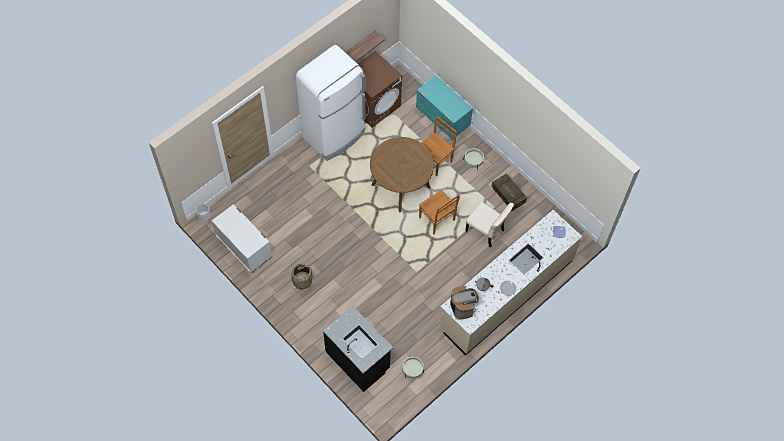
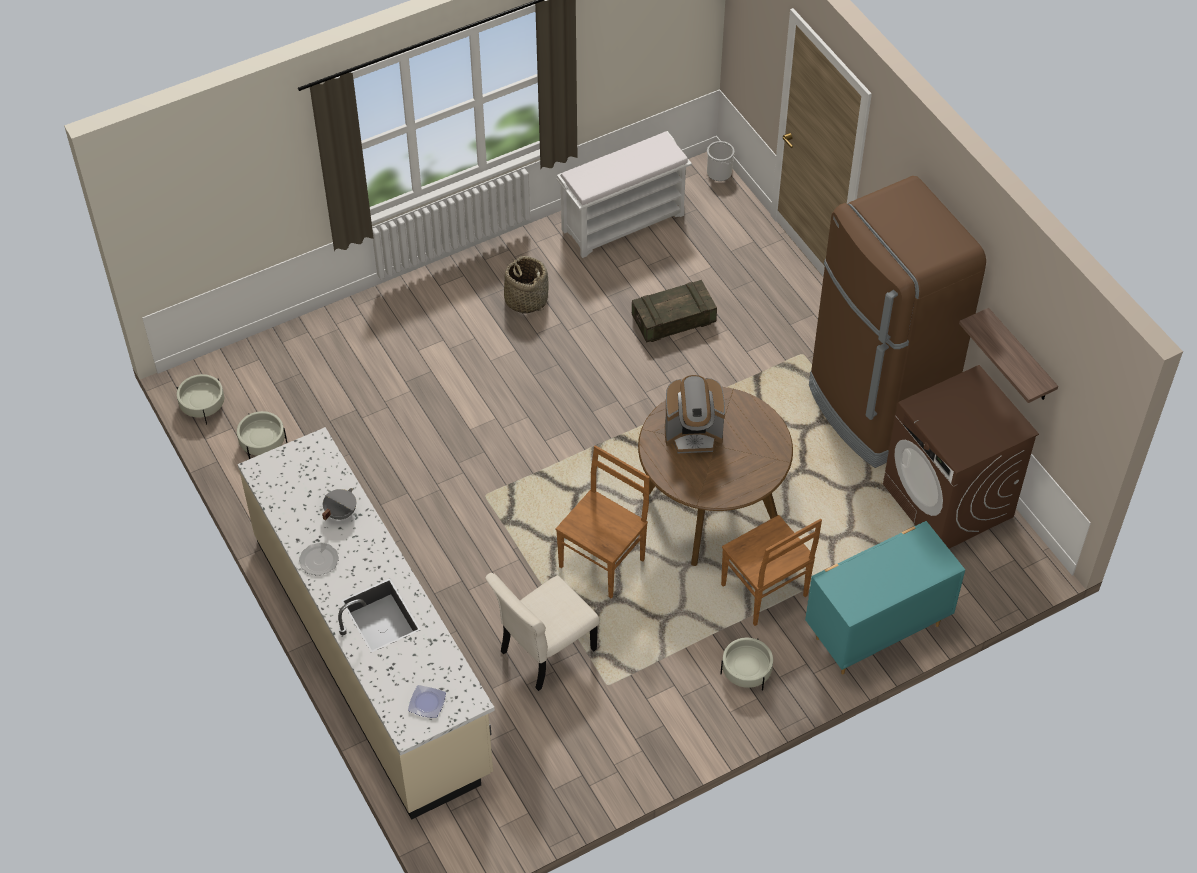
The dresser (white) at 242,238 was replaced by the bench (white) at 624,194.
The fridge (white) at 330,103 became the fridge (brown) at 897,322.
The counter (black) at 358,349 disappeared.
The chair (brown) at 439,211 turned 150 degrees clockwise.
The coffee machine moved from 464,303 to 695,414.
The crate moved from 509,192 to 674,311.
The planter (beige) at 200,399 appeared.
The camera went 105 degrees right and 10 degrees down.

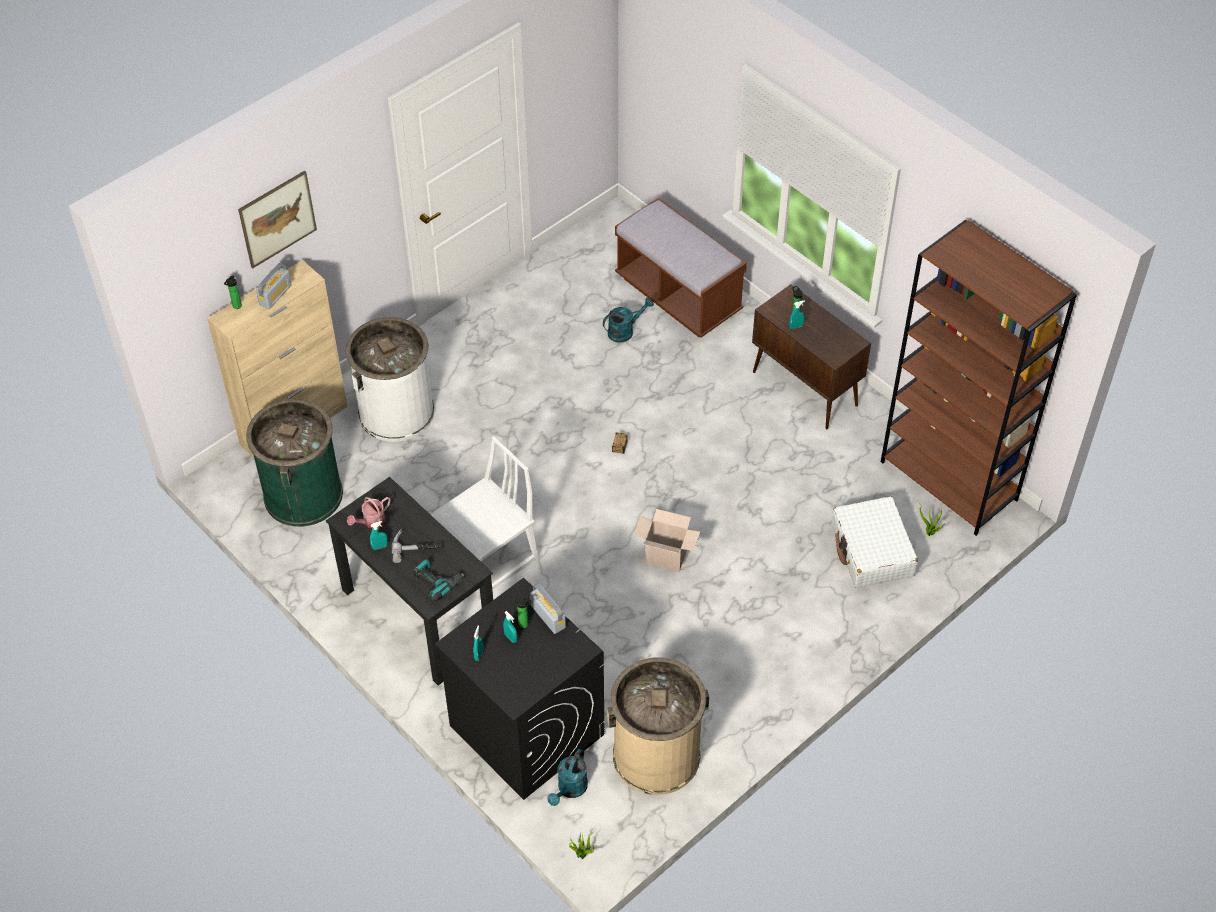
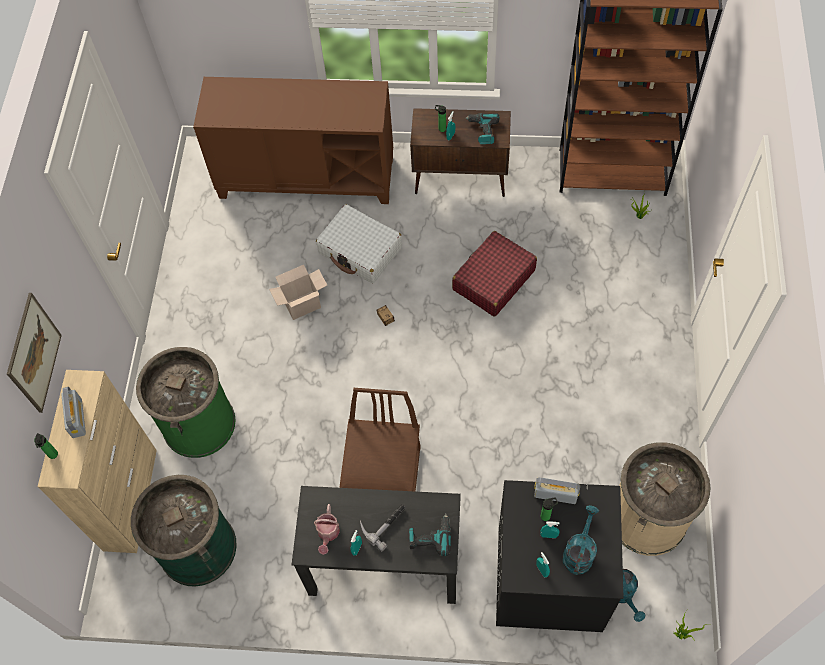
The trash can (white) at 390,379 became the trash can (green) at 186,402.
The chair (white) at 484,518 became the chair (brown) at 380,440.
The watering can (turquoise) moved from 628,320 to 580,540.
The bench (brown) at 681,268 was replaced by the cabinet (brown) at 293,140.
The cardboard box moved from 667,540 to 298,292.
The suitcase (white) moved from 875,542 to 359,243.
The suitcase (red) at 494,274 appeared.
The power drill at 482,128 appeared.
The camera went 40 degrees left and 10 degrees up.

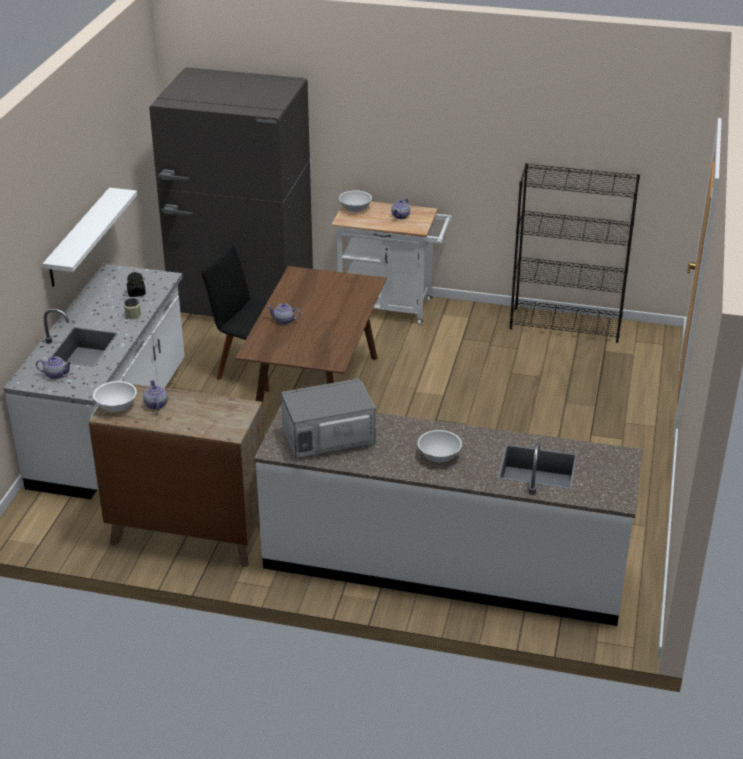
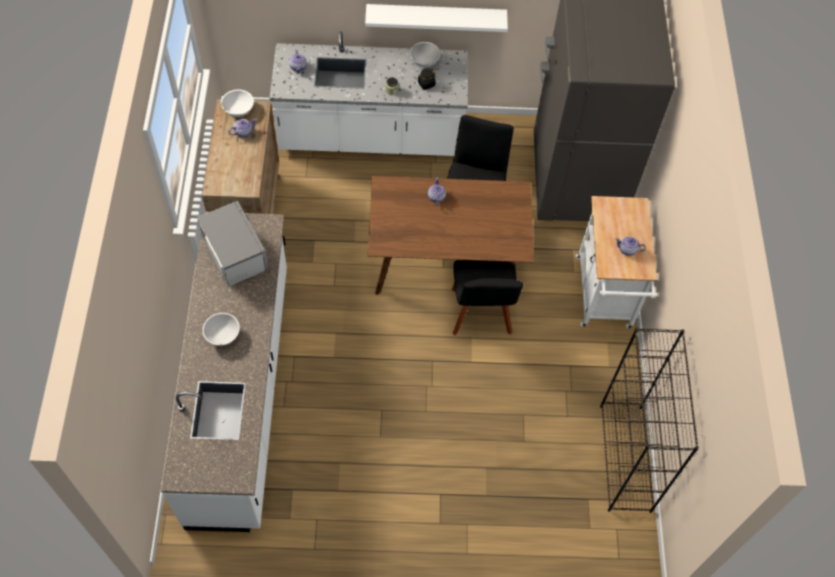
The bowl (white) moved from 355,201 to 425,54.
The chair (black) at 488,297 appeared.
The camera went 75 degrees right and 25 degrees up.

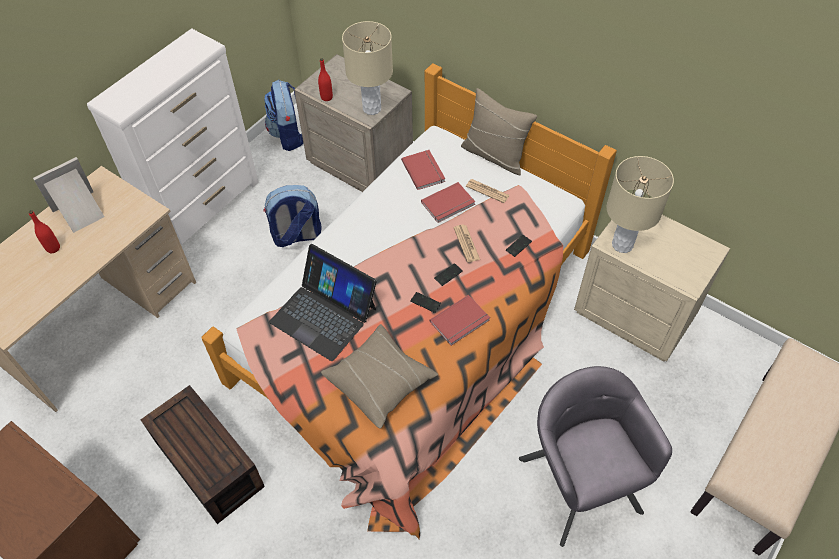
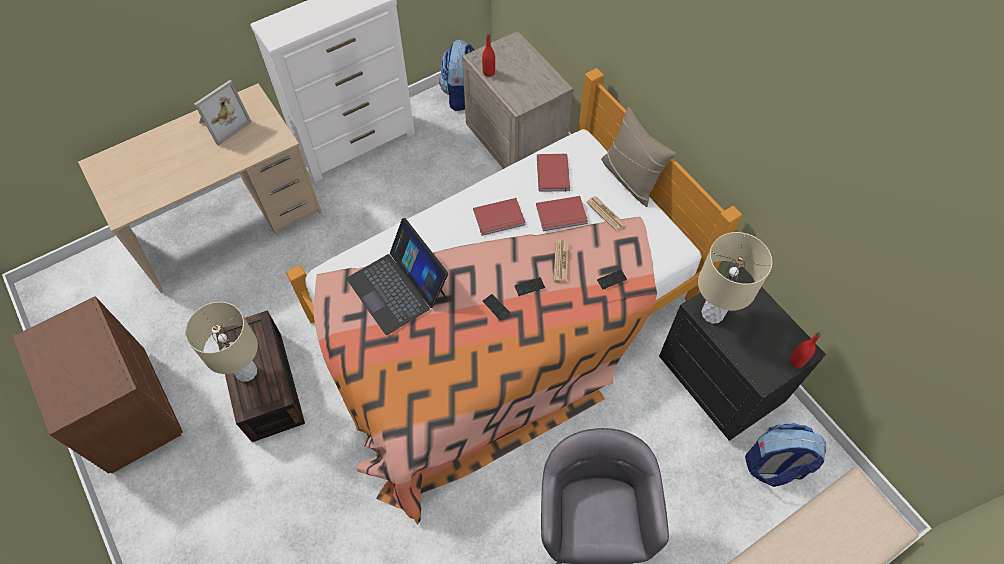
The bottle (red) moved from 44,231 to 805,350.
The picture frame at 69,195 turned 150 degrees clockwise.
The backpack moved from 292,216 to 785,455.
The pillow (beige) at 379,376 disappeared.
The table lamp (beige) moved from 367,68 to 221,342.
The book (red) moved from 460,320 to 499,217.
The nightstand (beige) at 652,288 became the nightstand (black) at 742,354.
The camera went 20 degrees right and 5 degrees up.

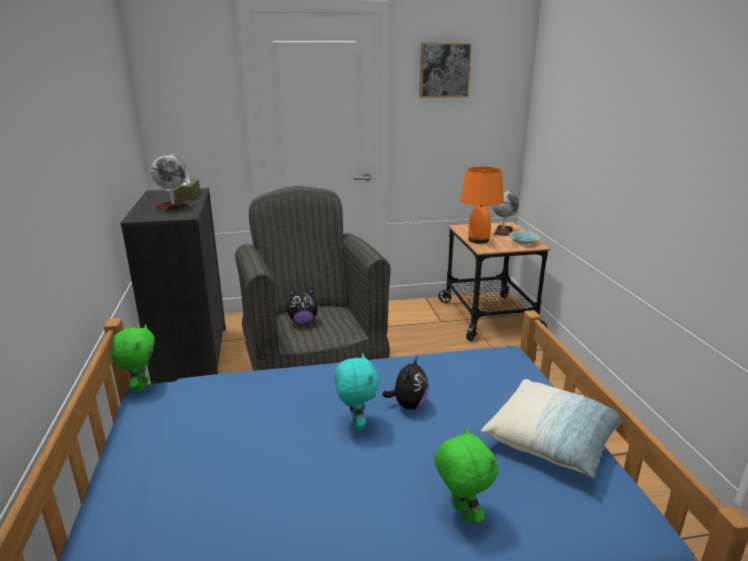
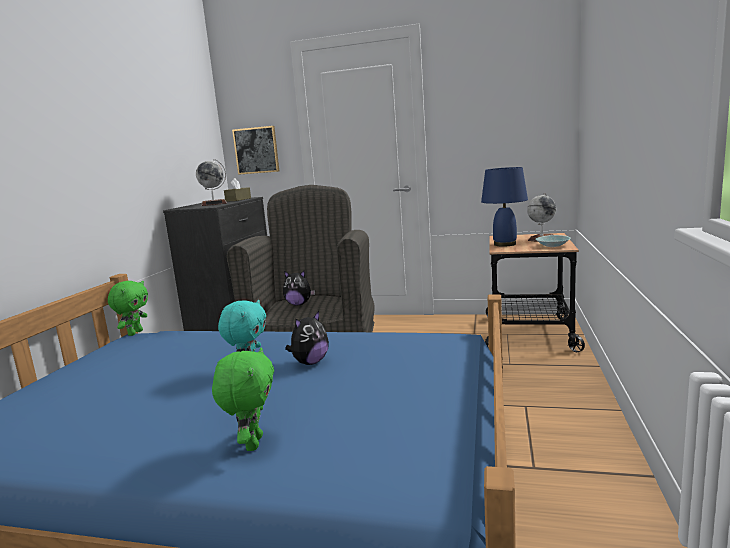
The picture moved from 446,70 to 255,150.
The table lamp (orange) at 482,205 became the table lamp (blue) at 504,207.
The pillow at 551,428 disappeared.
The camera went 25 degrees right and 10 degrees down.

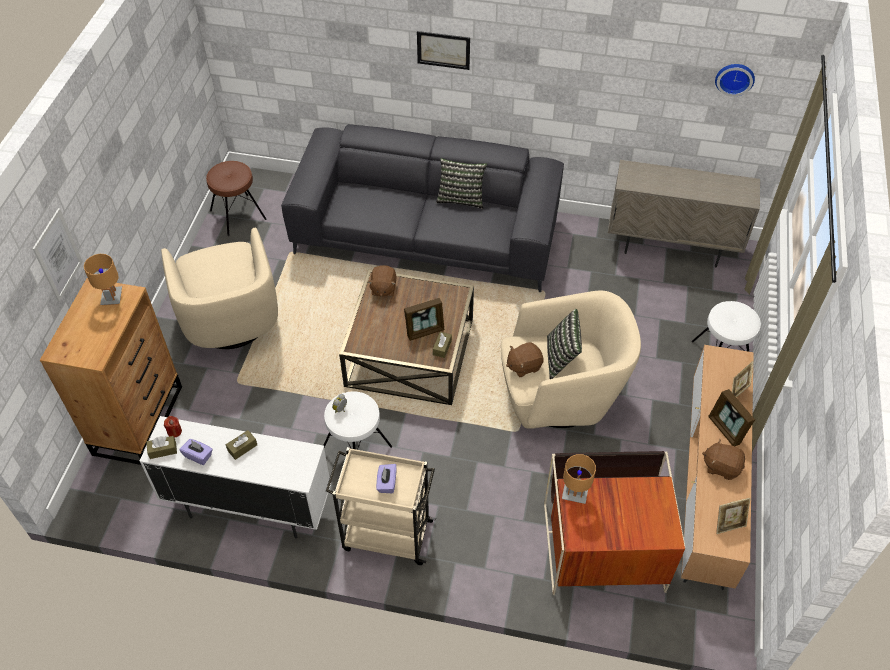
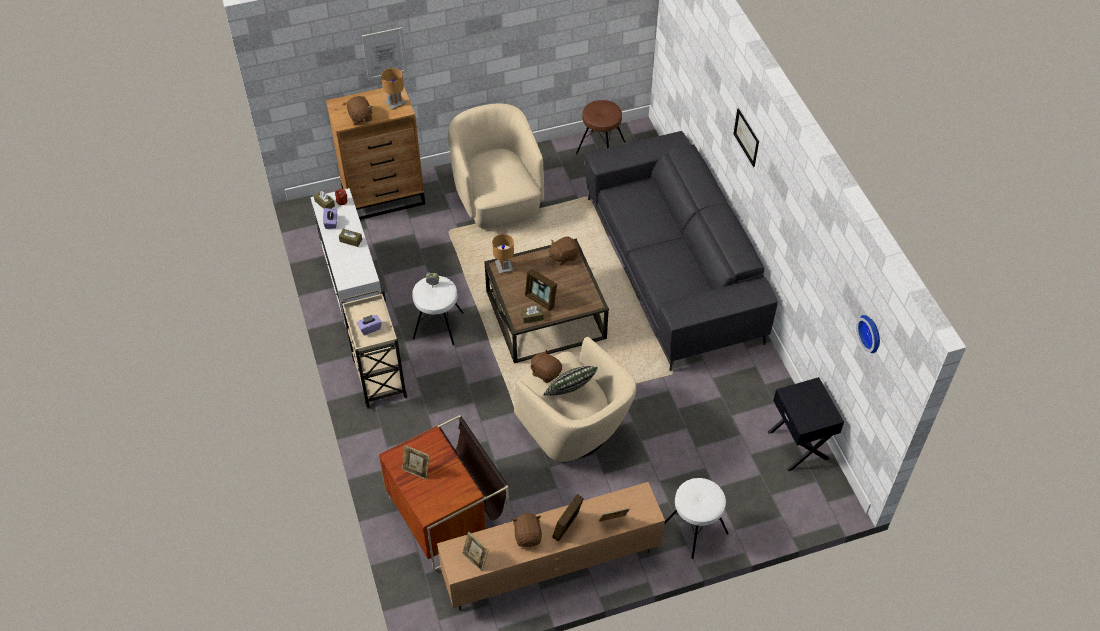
The armchair (beige) at 219,288 turned 120 degrees clockwise.
The pillow at 461,183 disappeared.
The table lamp (brown) moved from 579,479 to 503,254.
The cabinet (beige) at 684,213 was replaced by the nightstand (black) at 806,424.
The plush toy (brown) at 360,110 appeared.
The picture frame at 416,462 appeared.
The camera went 60 degrees right and 0 degrees up.

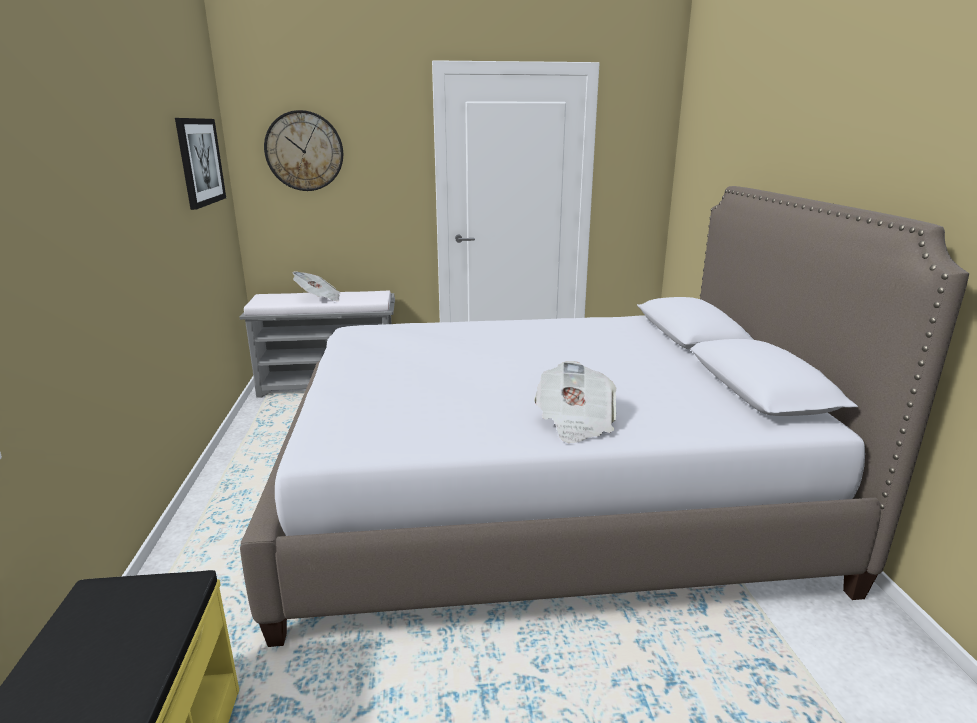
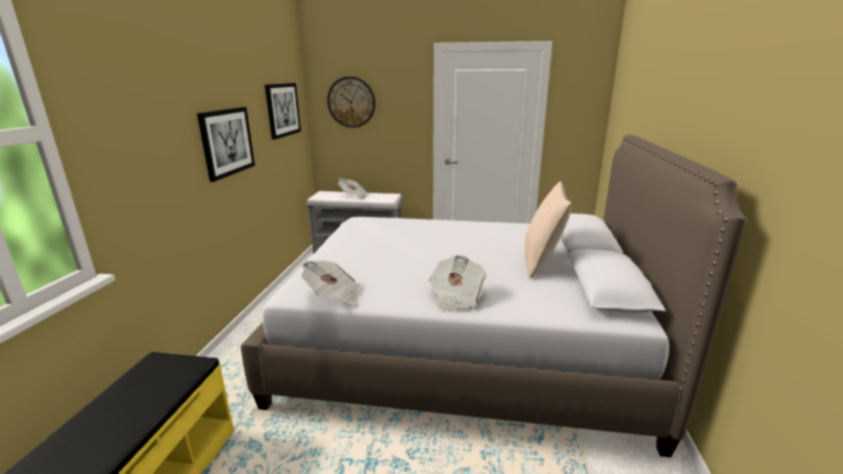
The picture at 226,144 appeared.
The newspaper at 330,282 appeared.
The pillow (beige) at 548,230 appeared.
The camera went 15 degrees right and 0 degrees up.

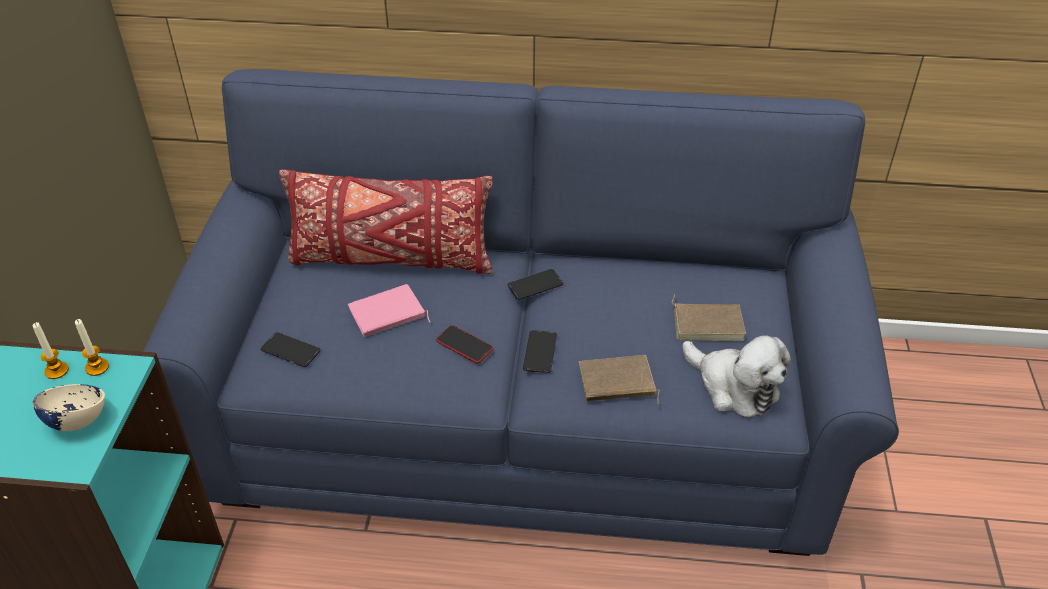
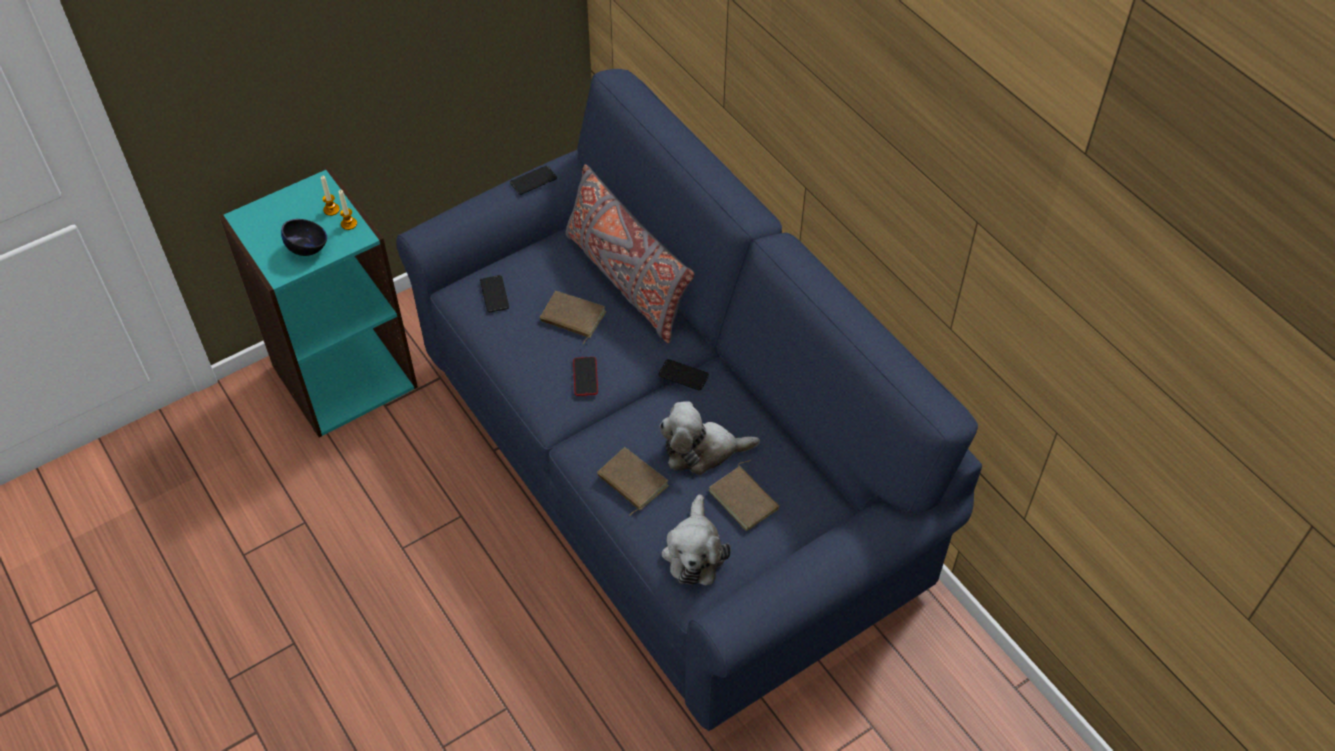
The bowl (beige) at 69,407 became the bowl (black) at 304,237.
The pillow (red) at 386,221 became the pillow (grey) at 630,253.
The book (pink) at 389,310 became the book (brown) at 573,317.
The phone moved from 540,351 to 533,180.
The plush toy at 709,438 appeared.
The camera went 50 degrees right and 10 degrees up.

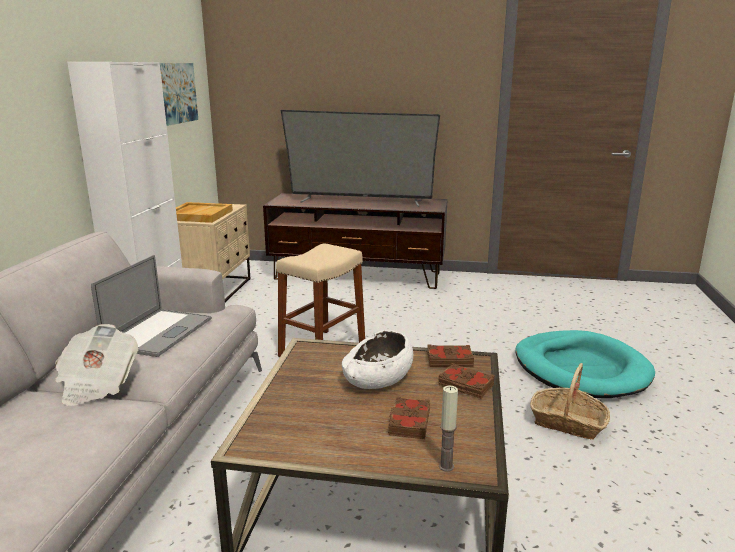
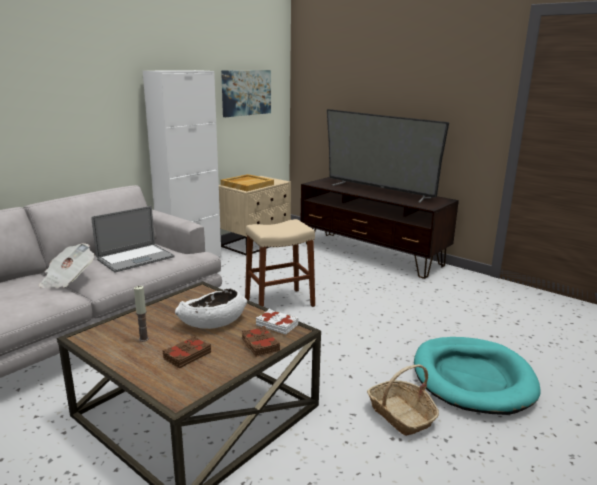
The book (brown) at 450,355 became the book (white) at 277,322.
The candle moved from 448,429 to 141,314.
The camera went 30 degrees right and 0 degrees up.

